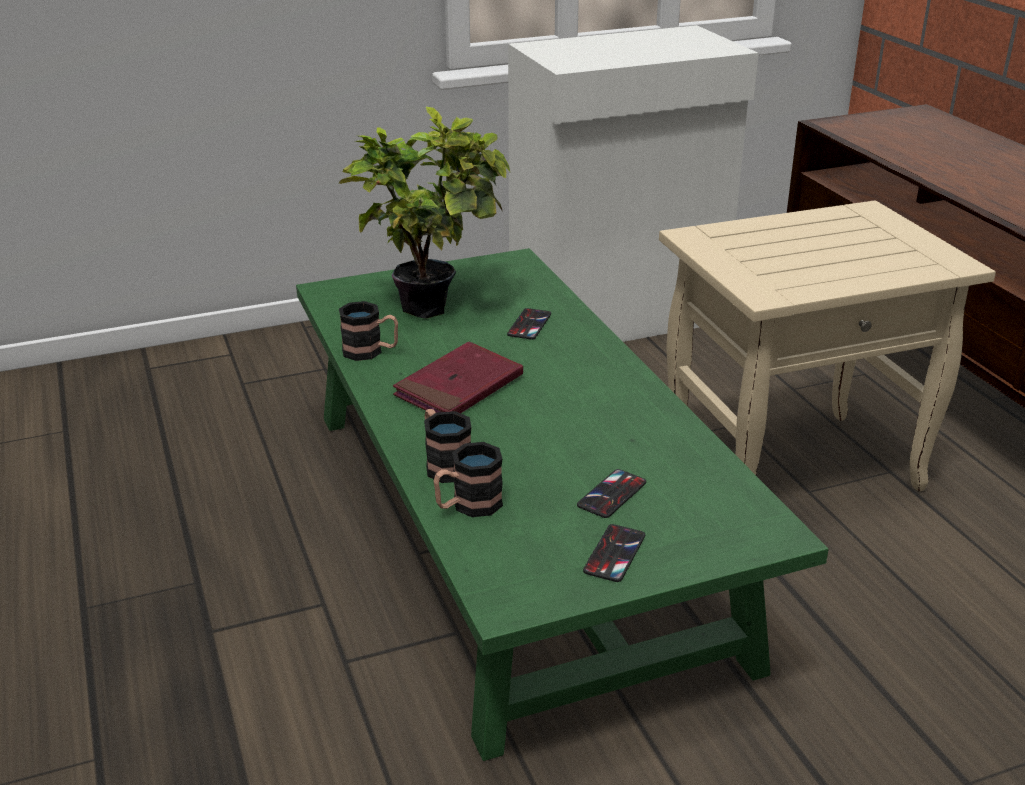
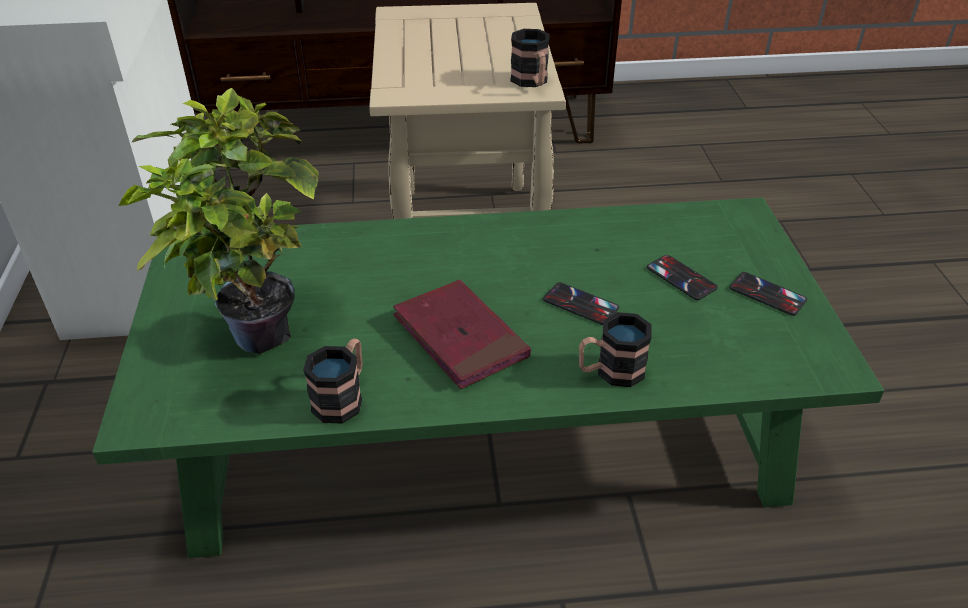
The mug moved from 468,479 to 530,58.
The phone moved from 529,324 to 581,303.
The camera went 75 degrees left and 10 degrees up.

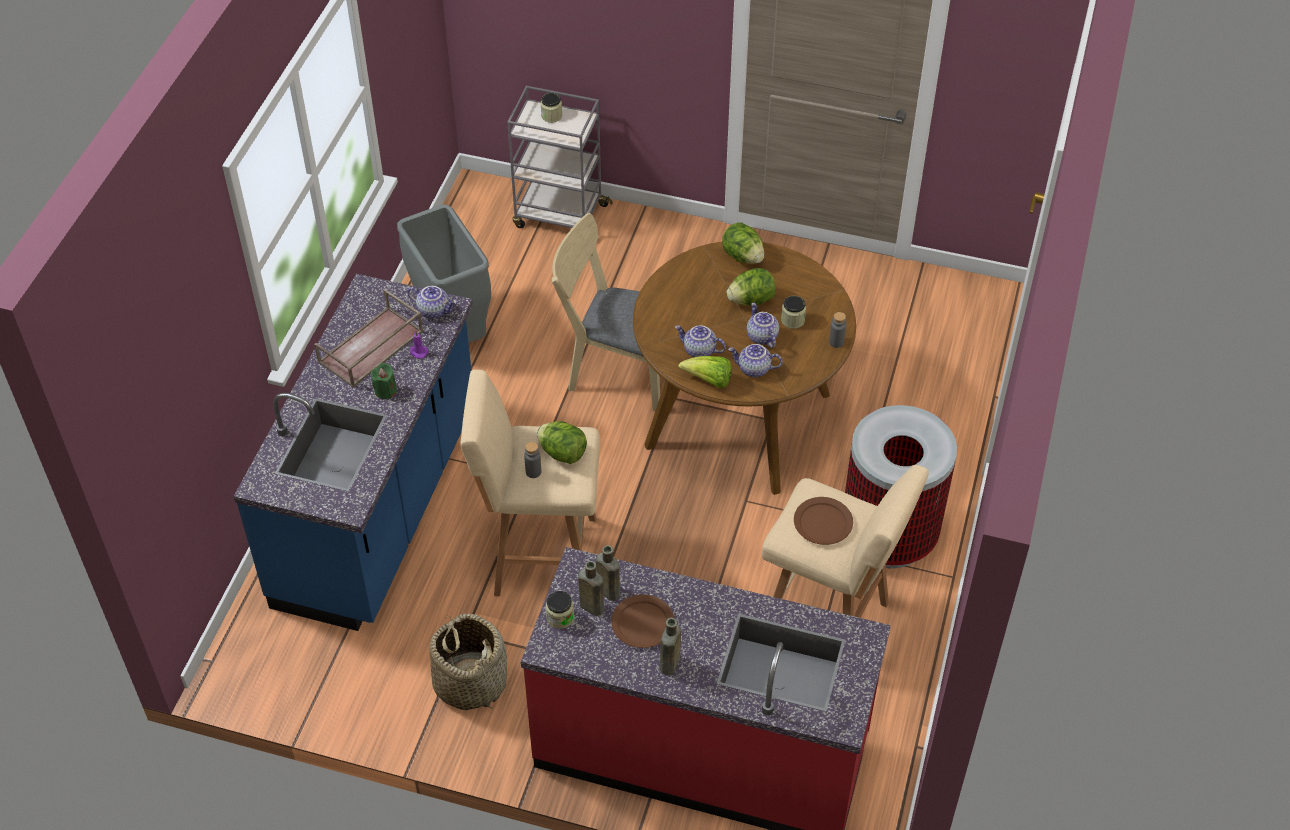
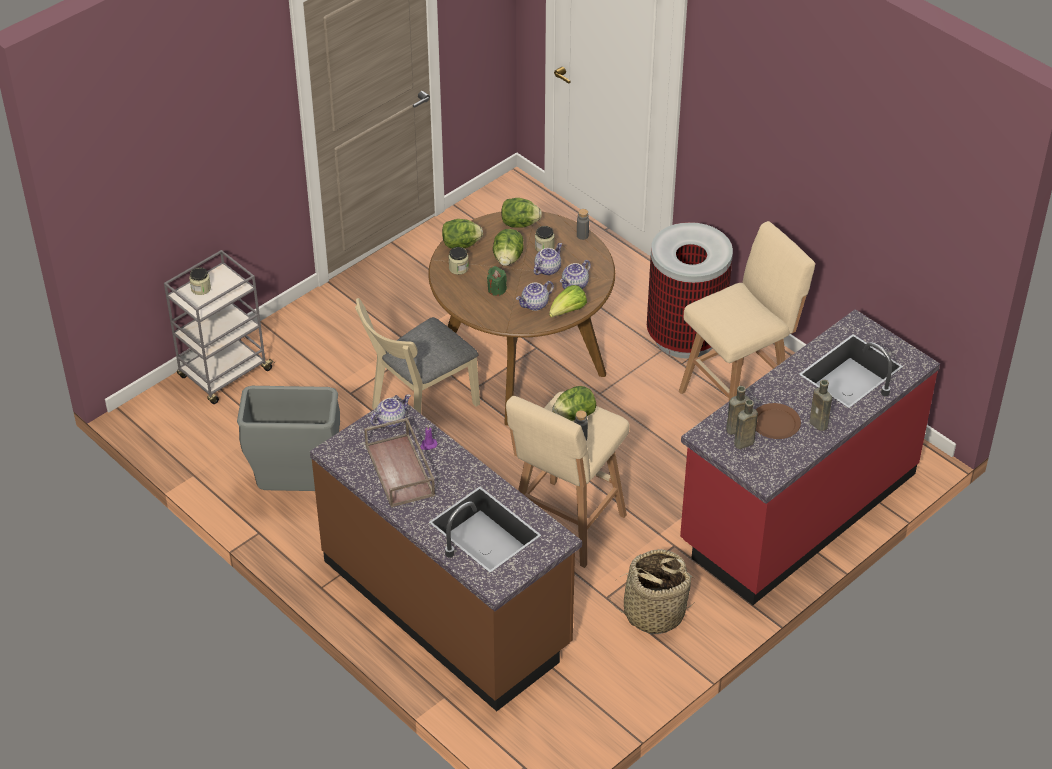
The counter (blue) at 353,452 became the counter (brown) at 446,553.
The candle (green) moved from 384,381 to 497,281.
The jar moved from 560,610 to 458,261.
The teapot at 763,325 turned 120 degrees clockwise.
The plate (brown) at 823,521 disappeared.
The lettuce at 521,213 appeared.
The camera went 60 degrees left and 5 degrees down.

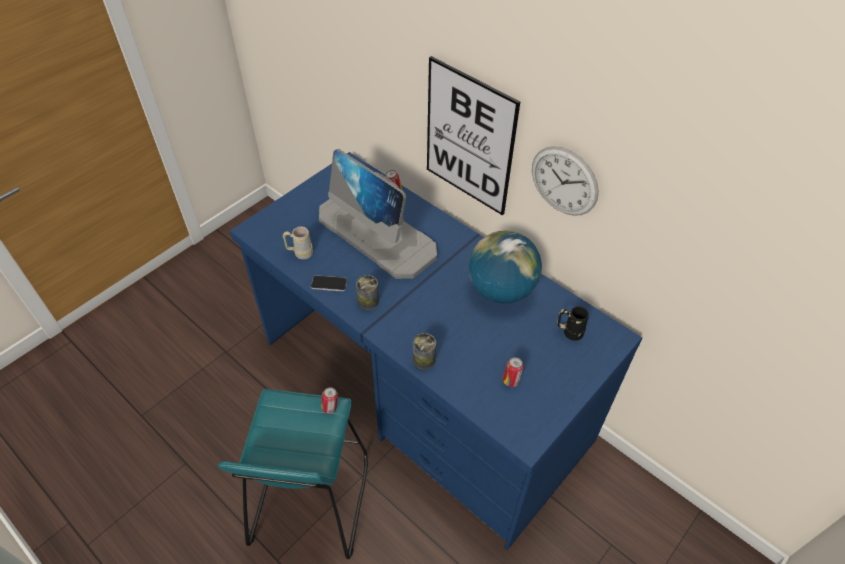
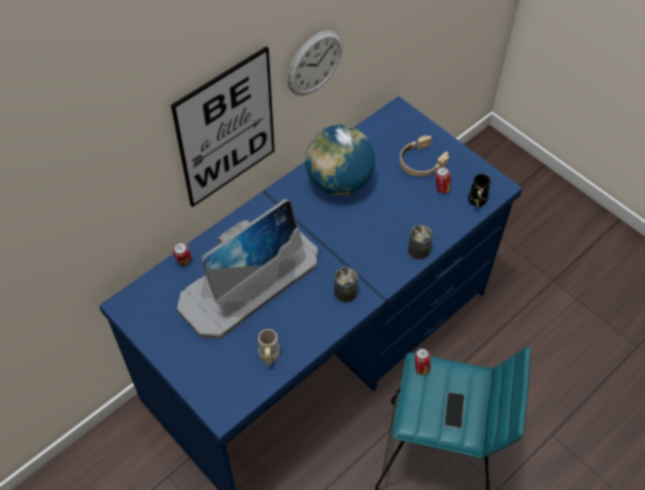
The phone moved from 329,283 to 454,410.
The mug (black) moved from 573,323 to 479,190.
The headphones (beige) at 424,156 appeared.
The camera went 85 degrees left and 5 degrees up.

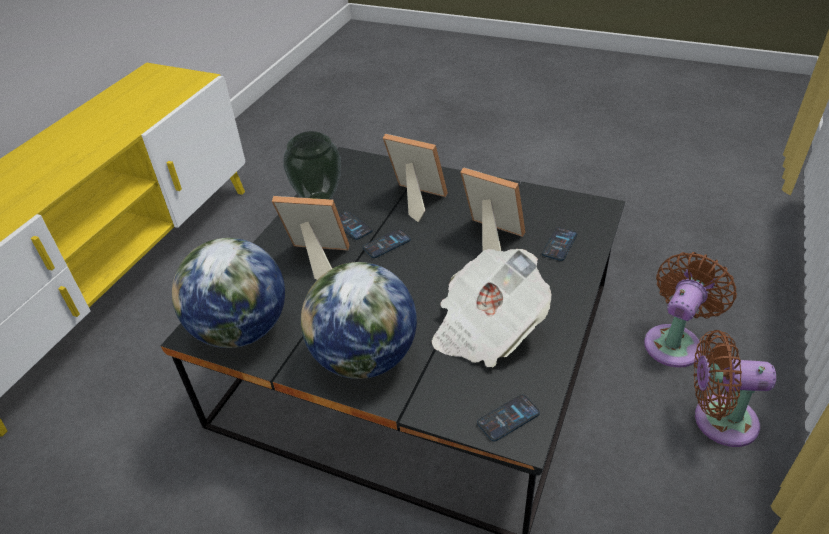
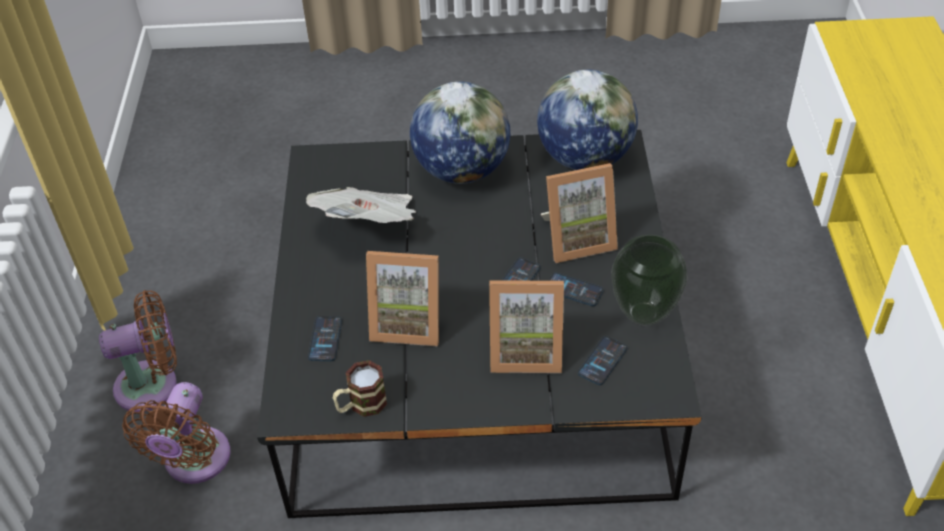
The phone moved from 508,418 to 603,360.
The mug at 360,388 appeared.
The camera went 155 degrees right and 5 degrees up.

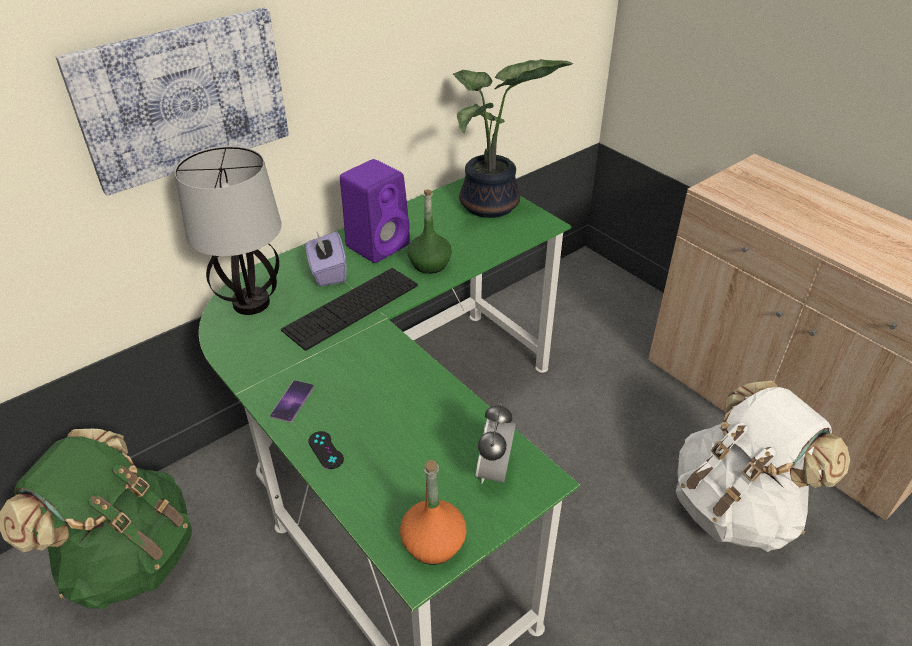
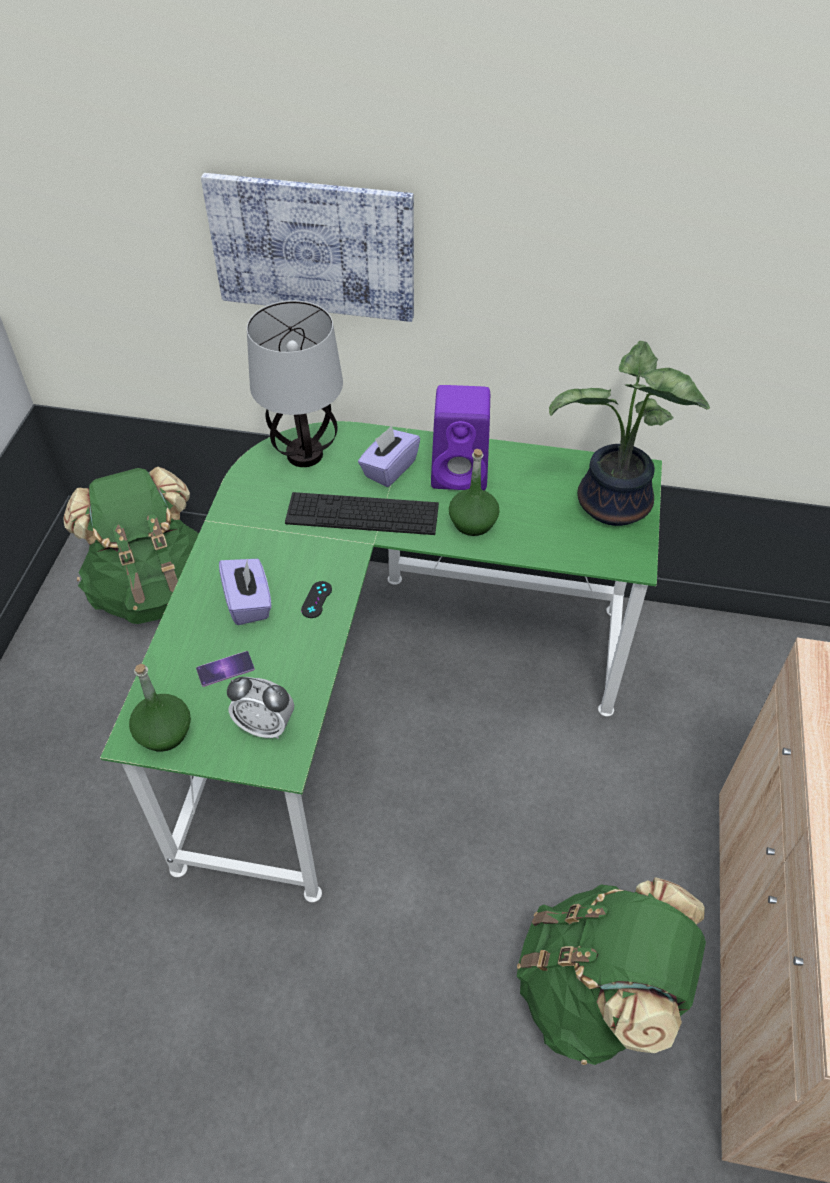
The phone moved from 292,401 to 225,669.
The game controller (black) moved from 326,450 to 316,599.
The bottle (orange) at 433,512 became the bottle (green) at 160,708.
The alarm clock at 495,443 turned 135 degrees counterclockwise.
The backpack (white) at 763,466 became the backpack (green) at 611,971.
The tissue box (purple) at 245,591 appeared.
The camera went 50 degrees right and 10 degrees up.

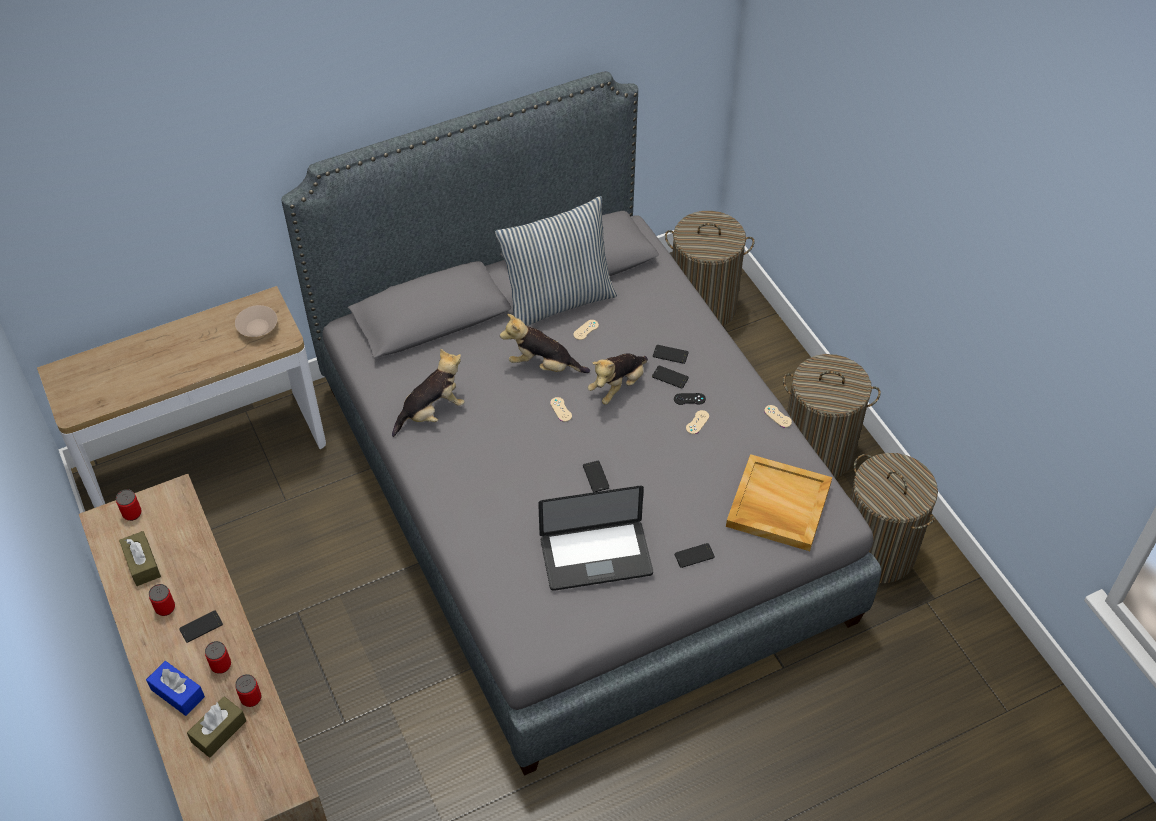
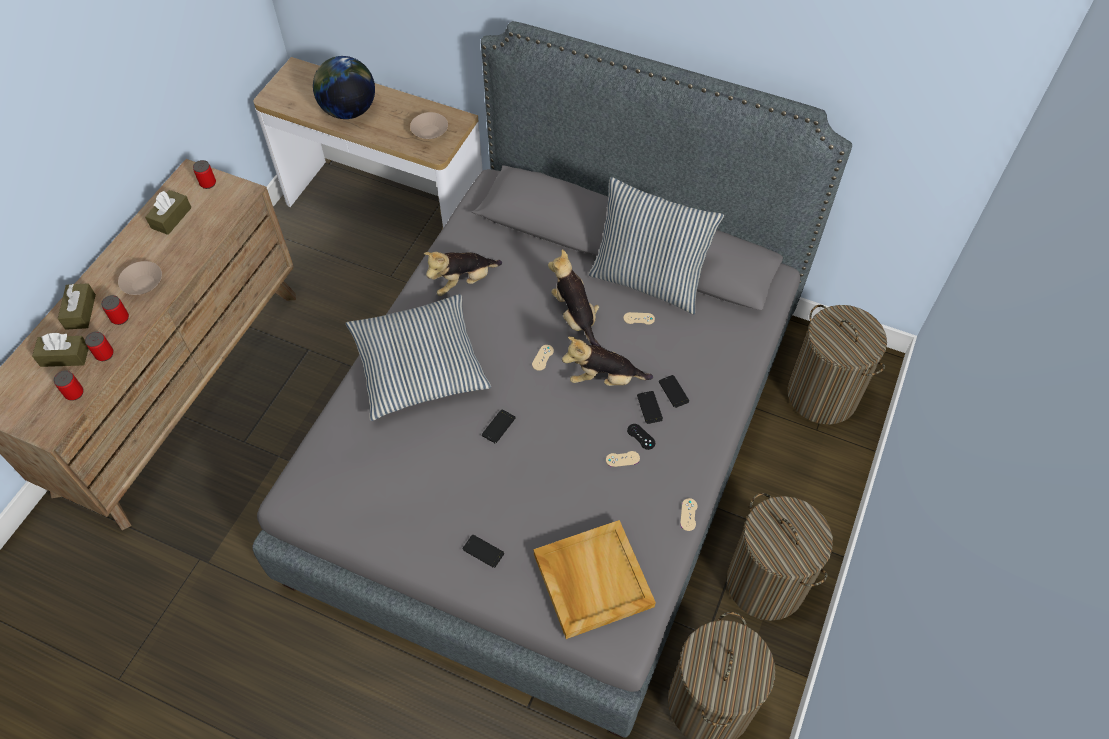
The tissue box (blue) at 175,688 became the tissue box (brown) at 77,306.
The can moved from 162,600 to 68,385.
The phone at 201,627 was replaced by the bowl (beige) at 140,278.
The plush toy at 428,393 turned 135 degrees clockwise.
The laptop at 595,538 disappeared.
The globe at 344,87 appeared.
The pillow at 418,357 appeared.
The camera went 50 degrees right and 5 degrees up.

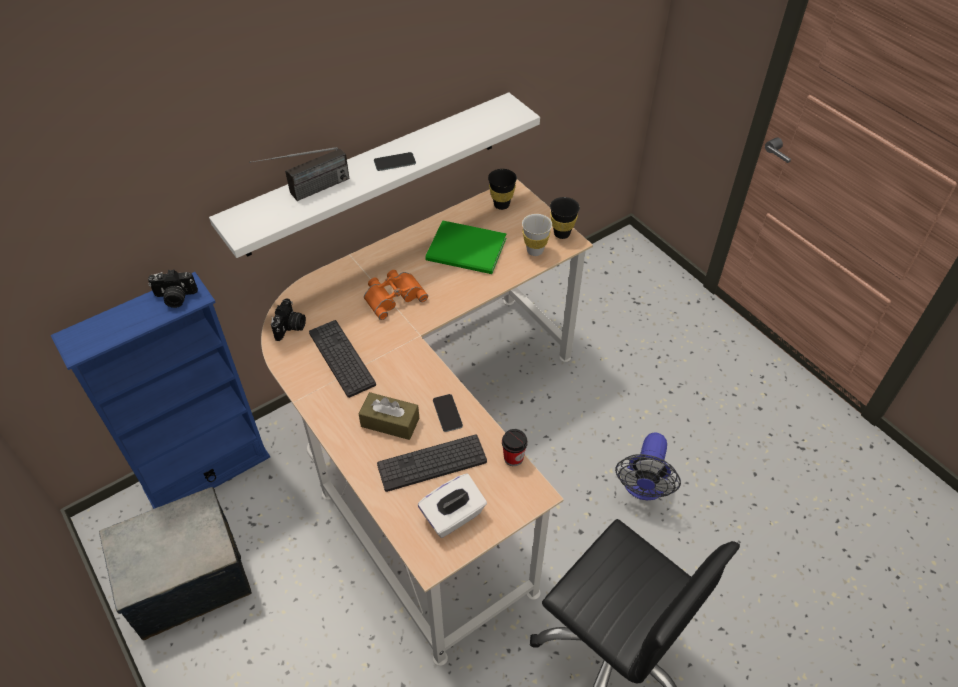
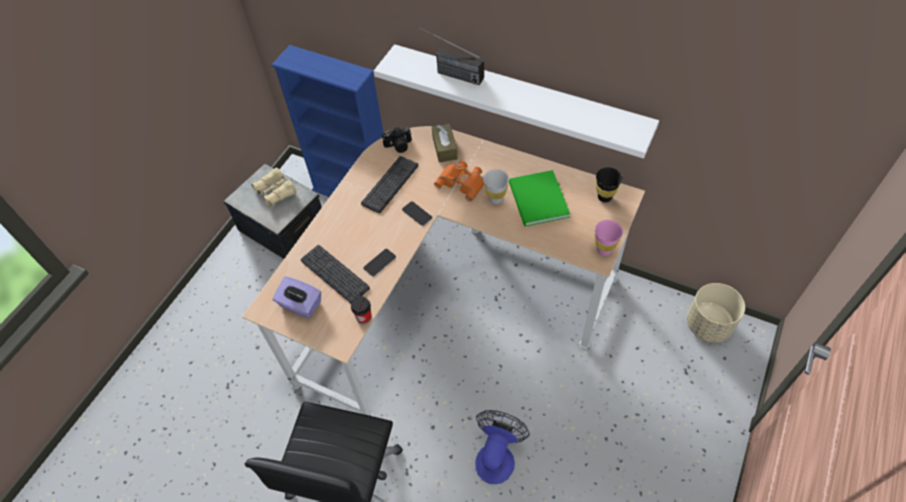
The photo camera at 173,288 disappeared.
The tissue box (brown) moved from 388,416 to 445,143.
The phone moved from 395,161 to 417,213.
The tissue box (white) at 452,505 became the tissue box (purple) at 296,297.
The cup (white) moved from 537,235 to 496,186.
The cup (black) at 565,218 became the cup (pink) at 609,238.
The fan at 648,466 turned 120 degrees clockwise.
The binoculars (beige) at 274,187 appeared.
The planter (beige) at 716,313 appeared.
The camera went 65 degrees right and 5 degrees up.

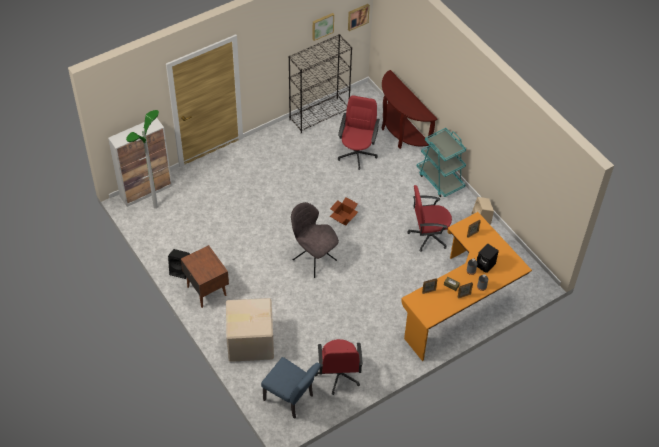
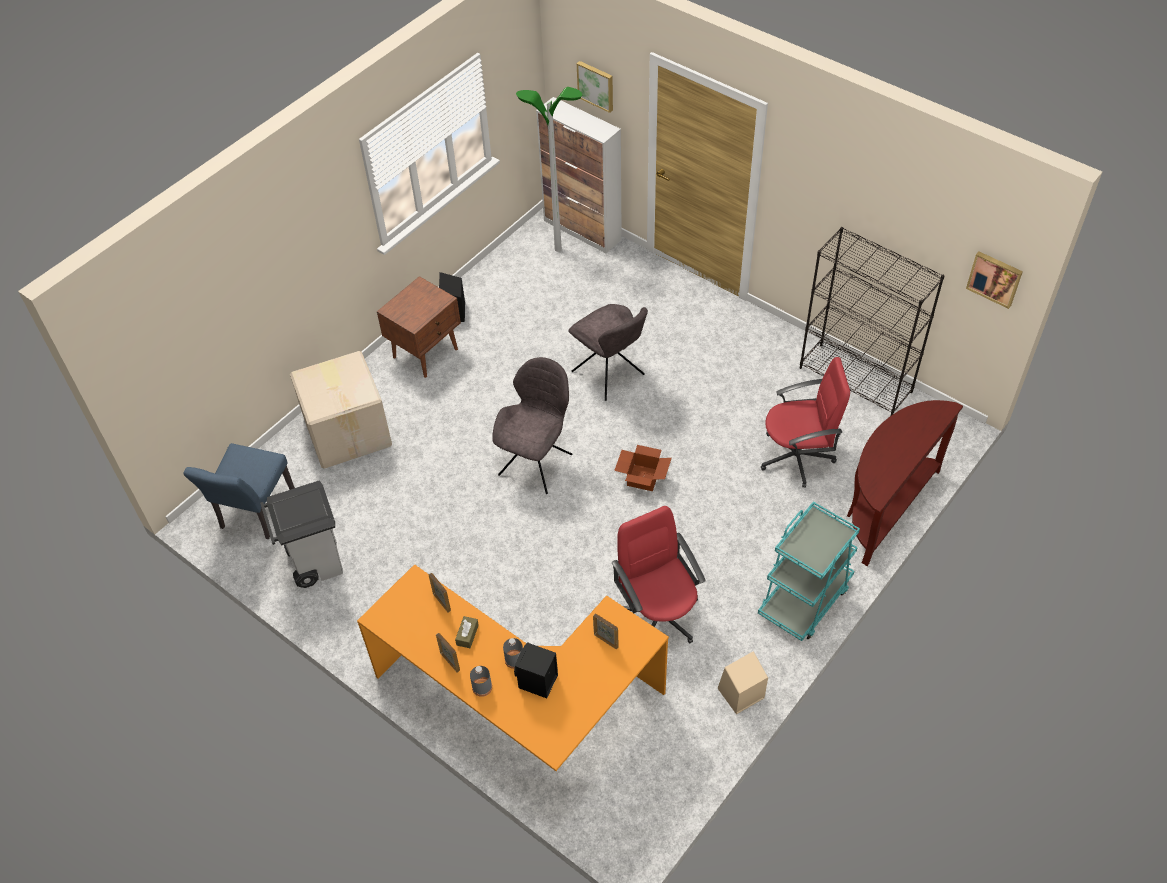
The picture moved from 323,27 to 595,87.
The office chair (red) at 339,367 was replaced by the trash can (grey) at 301,534.
The chair (grey) at 608,352 appeared.
The camera went 75 degrees right and 0 degrees up.

